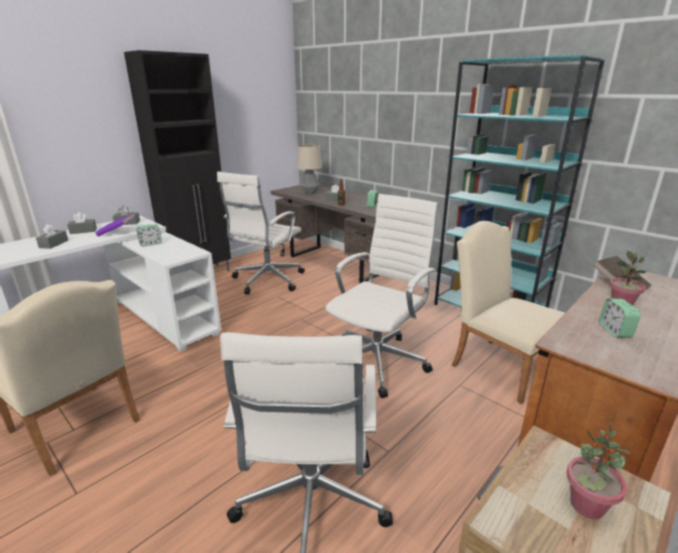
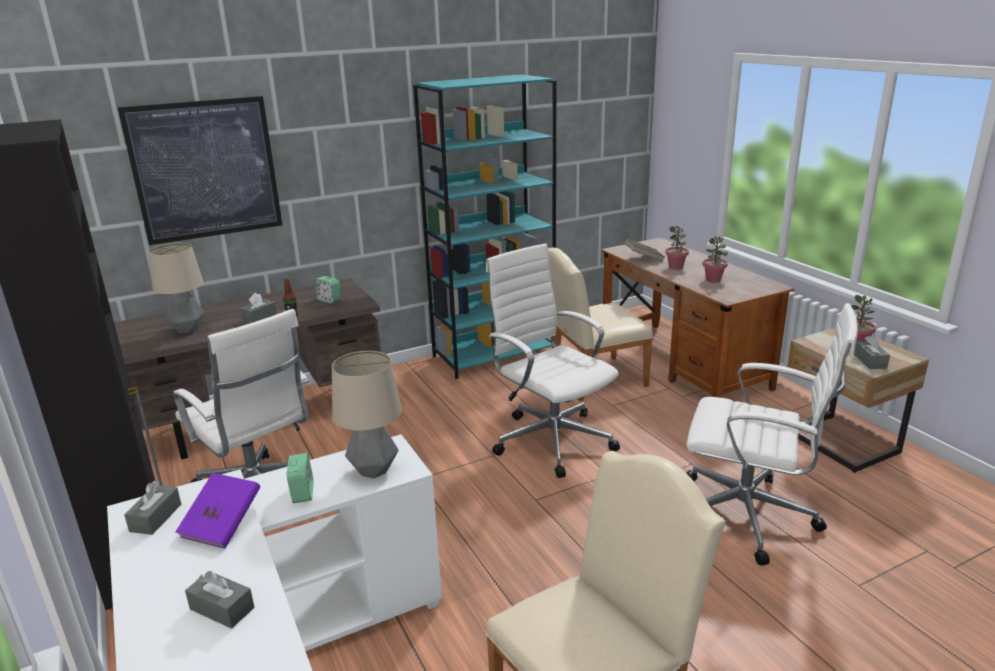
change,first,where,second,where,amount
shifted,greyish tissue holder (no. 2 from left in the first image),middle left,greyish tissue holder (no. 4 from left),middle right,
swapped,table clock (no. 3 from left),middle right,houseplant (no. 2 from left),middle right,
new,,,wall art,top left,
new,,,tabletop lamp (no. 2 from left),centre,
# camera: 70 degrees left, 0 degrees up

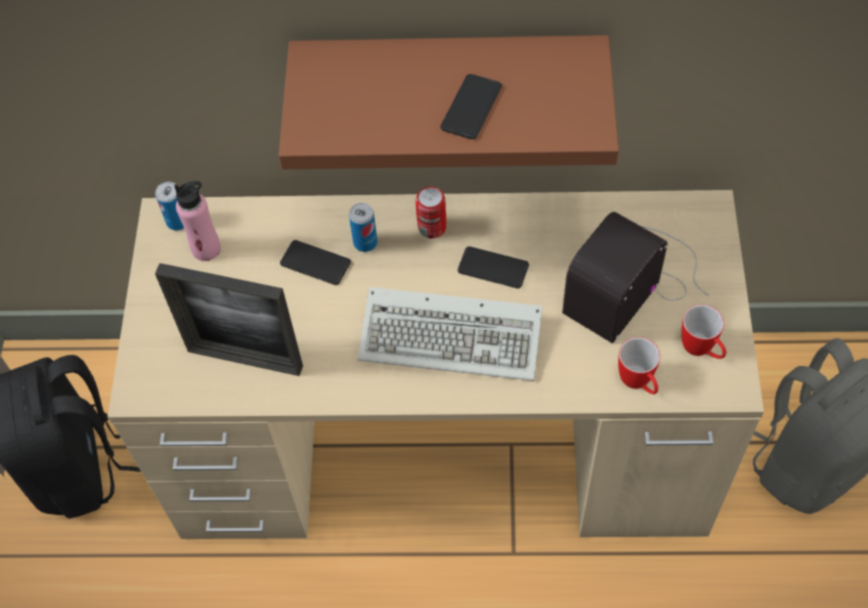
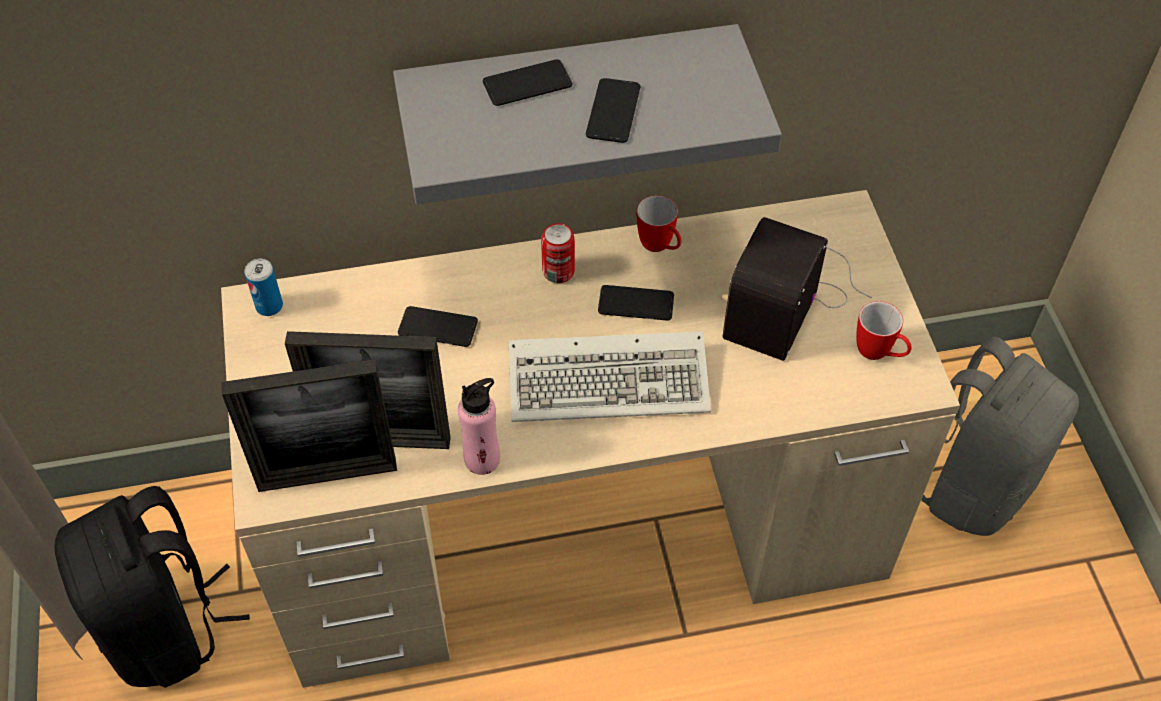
change,first,where,second,where,amount
shifted,pink-coloured drink bottle,middle left,,centre,
repainted,brown wall shelf,top centre,greyish wall shelf,top centre,
gone,sealed can (no. 2 from left),centre,,,
shifted,mug (no. 1 from left),middle right,,top centre,
new,,,standing frame (no. 1 from left),middle left,
new,,,telephone (no. 2 from left),top centre,
# camera: 15 degrees left, 5 degrees down

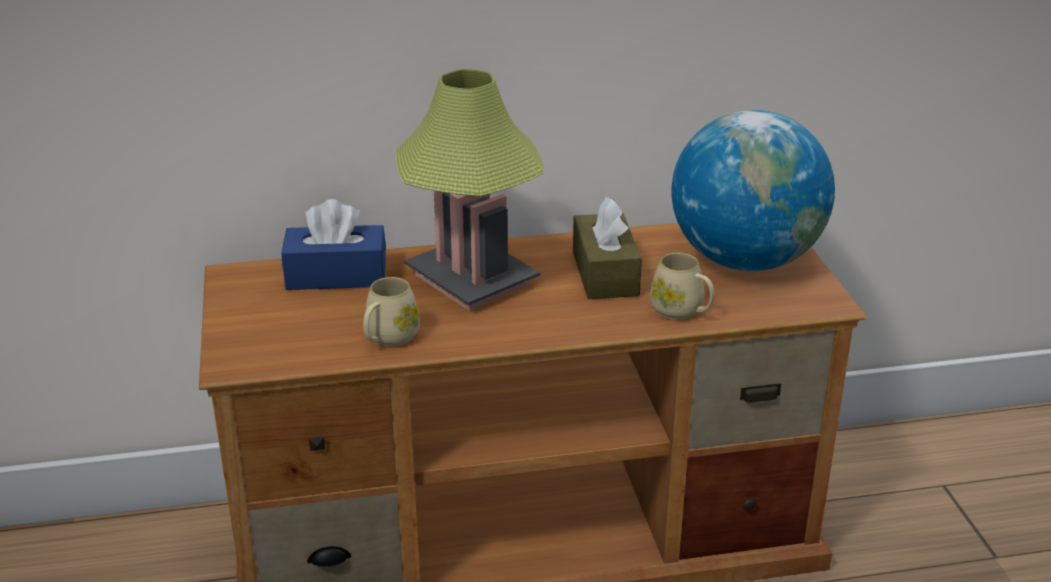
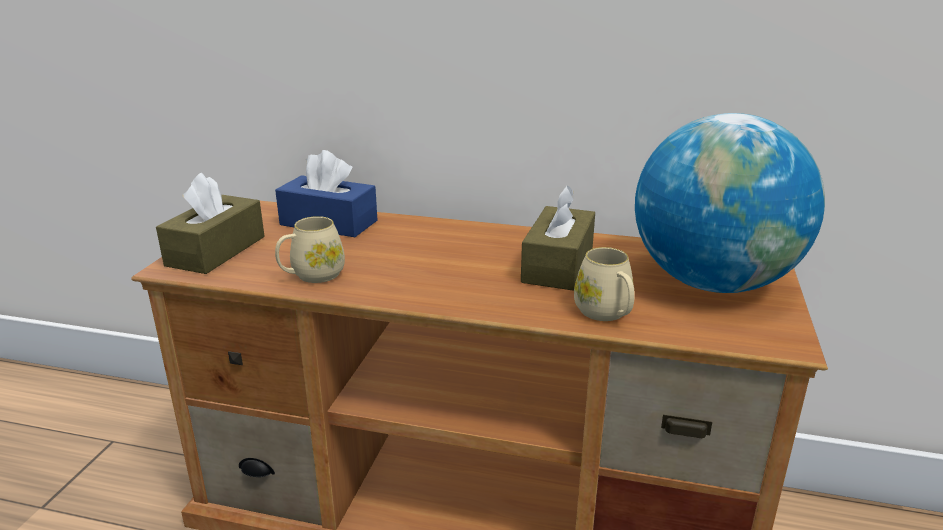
change,first,where,second,where,amount
gone,tabletop lamp,top centre,,,
new,,,brown tissue holder (no. 1 from left),middle left,
# camera: 25 degrees right, 5 degrees down

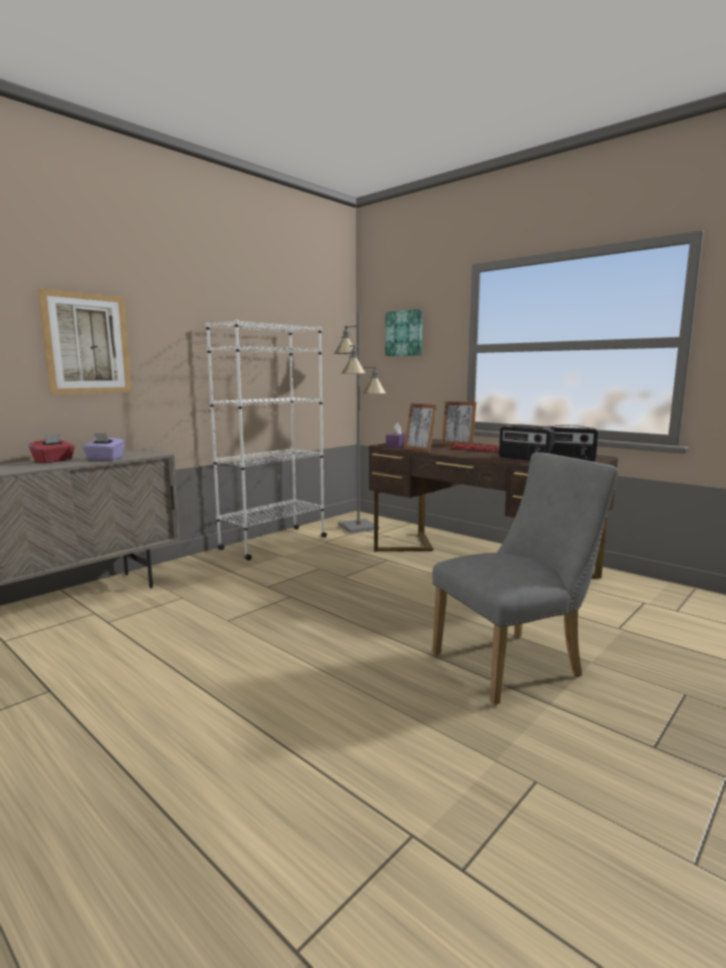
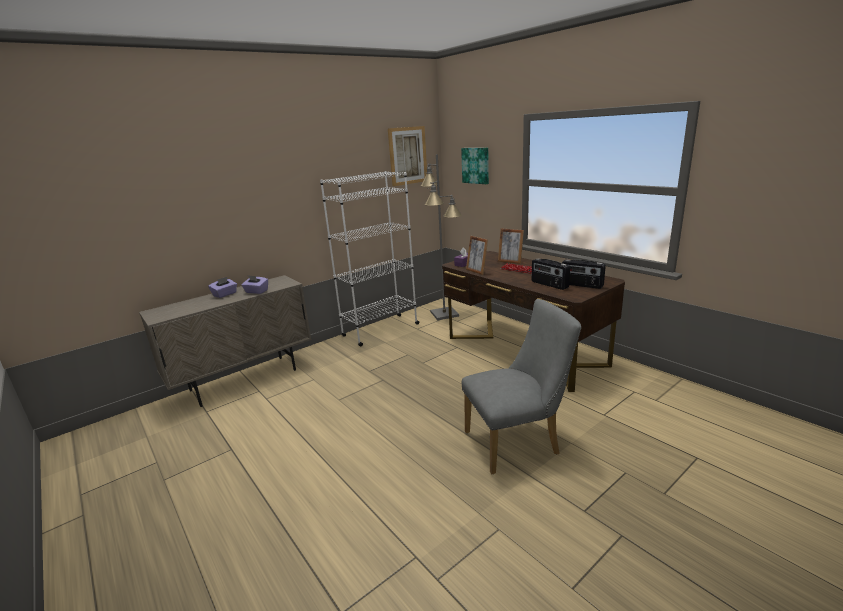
change,first,where,second,where,amount
repainted,red tissue holder,middle left,purplish tissue holder (no. 1 from left),middle left,
shifted,wall art (no. 1 from left),middle left,,top centre,
# camera: 10 degrees right, 10 degrees up

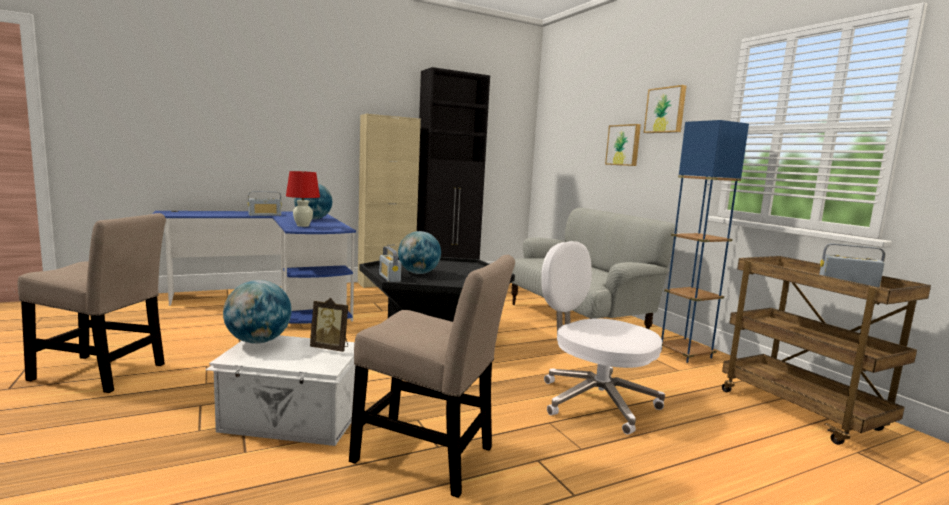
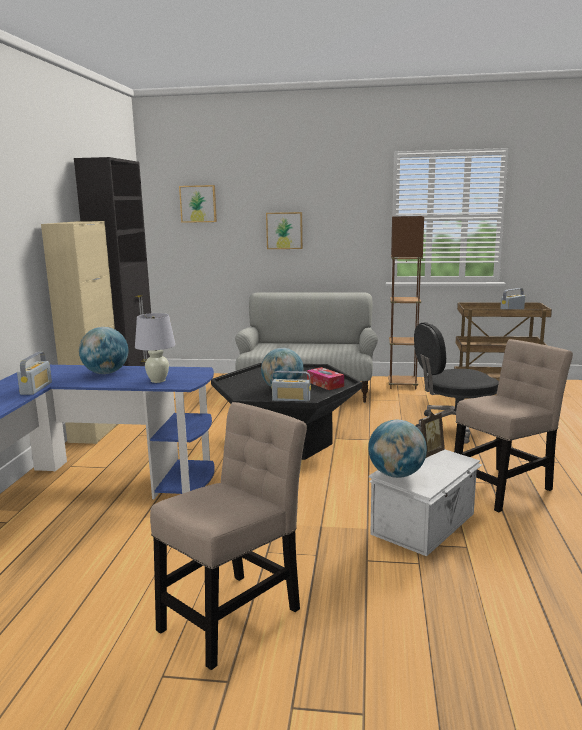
change,first,where,second,where,amount
repainted,red tabletop lamp,middle left,white tabletop lamp,middle left,
repainted,white computer chair,bottom centre,black-coloured computer chair,middle right,
shifted,wall art (no. 2 from left in the first image),top right,wall art (no. 1 from left),top centre,
repainted,blue-coloured floor lamp,middle right,brown floor lamp,middle right,
new,,,tissue holder,centre,
# camera: 55 degrees left, 5 degrees up

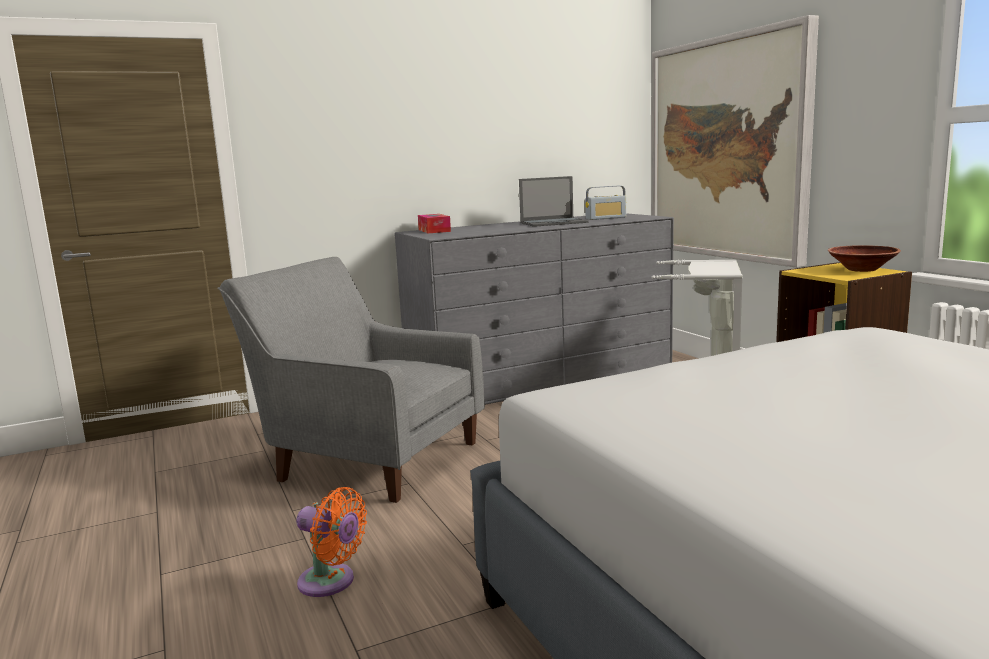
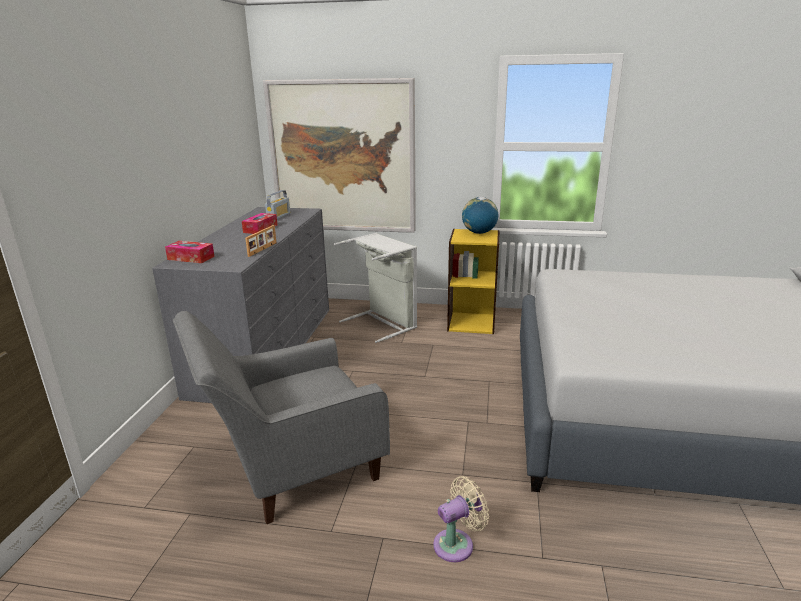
change,first,where,second,where,amount
repainted,orange-coloured electric fan,bottom centre,sand-coloured electric fan,bottom centre,
swapped,laptop,top centre,tissue holder (no. 2 from left),middle left,
swapped,brown serving bowl,middle right,desk globe,centre,
new,,,standing frame,middle left,
# camera: 55 degrees left, 10 degrees up

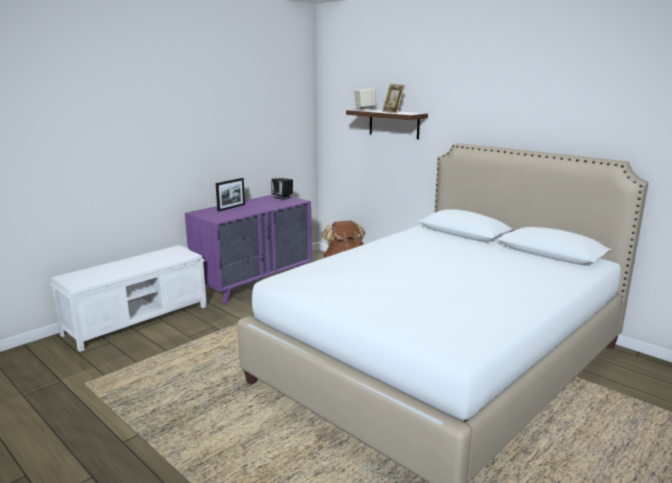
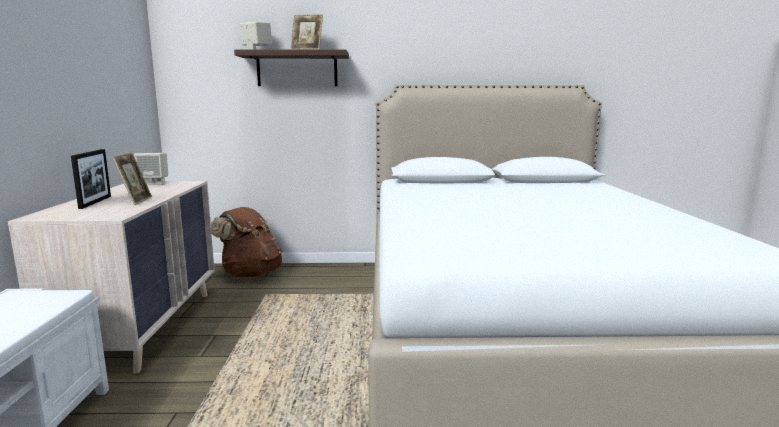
change,first,where,second,where,amount
repainted,purplish dresser,centre,sand-coloured dresser,middle left,
repainted,black-coloured loudspeaker,centre,sand-coloured loudspeaker (no. 1 from left),middle left,
new,,,standing frame (no. 2 from left),middle left,
# camera: 45 degrees left, 5 degrees down

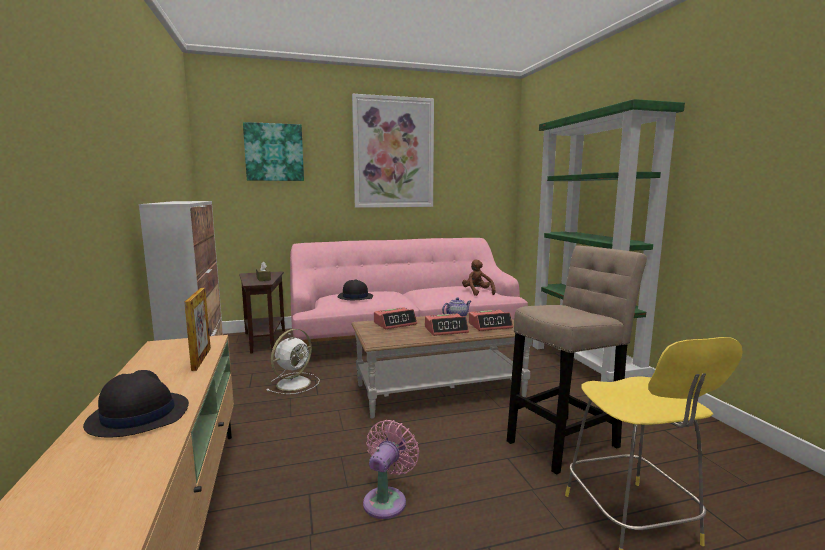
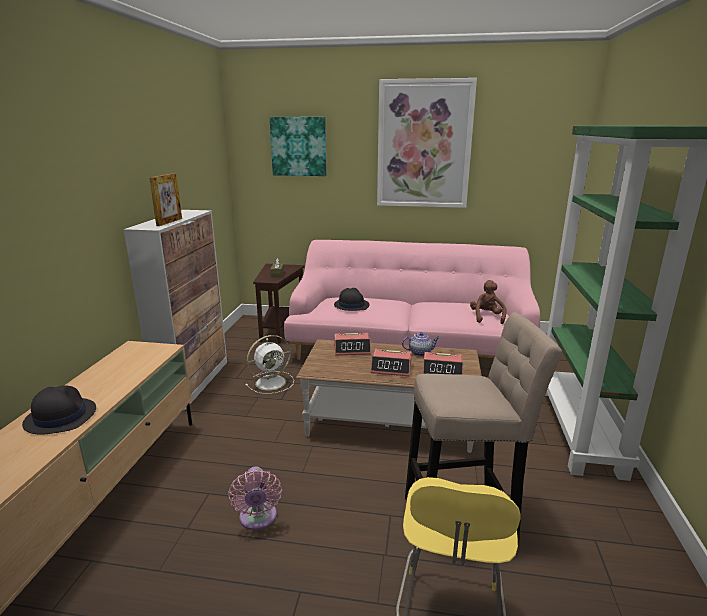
change,first,where,second,where,amount
shifted,standing frame,middle left,,top left,
rotated,pink-coloured electric fan,bottom centre,,bottom centre,120 degrees clockwise
# camera: 25 degrees right, 10 degrees up

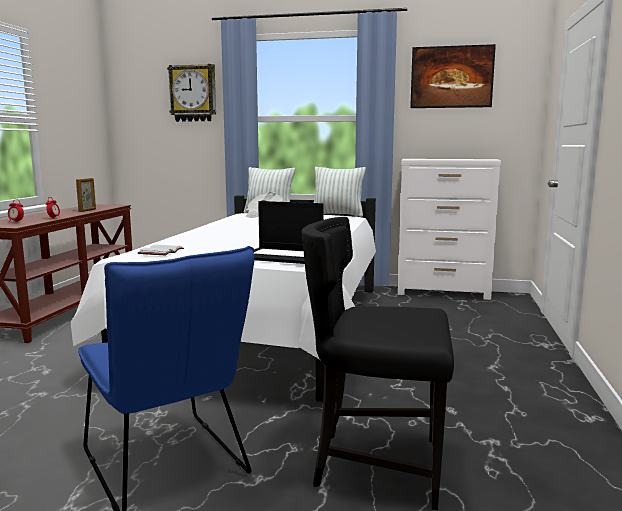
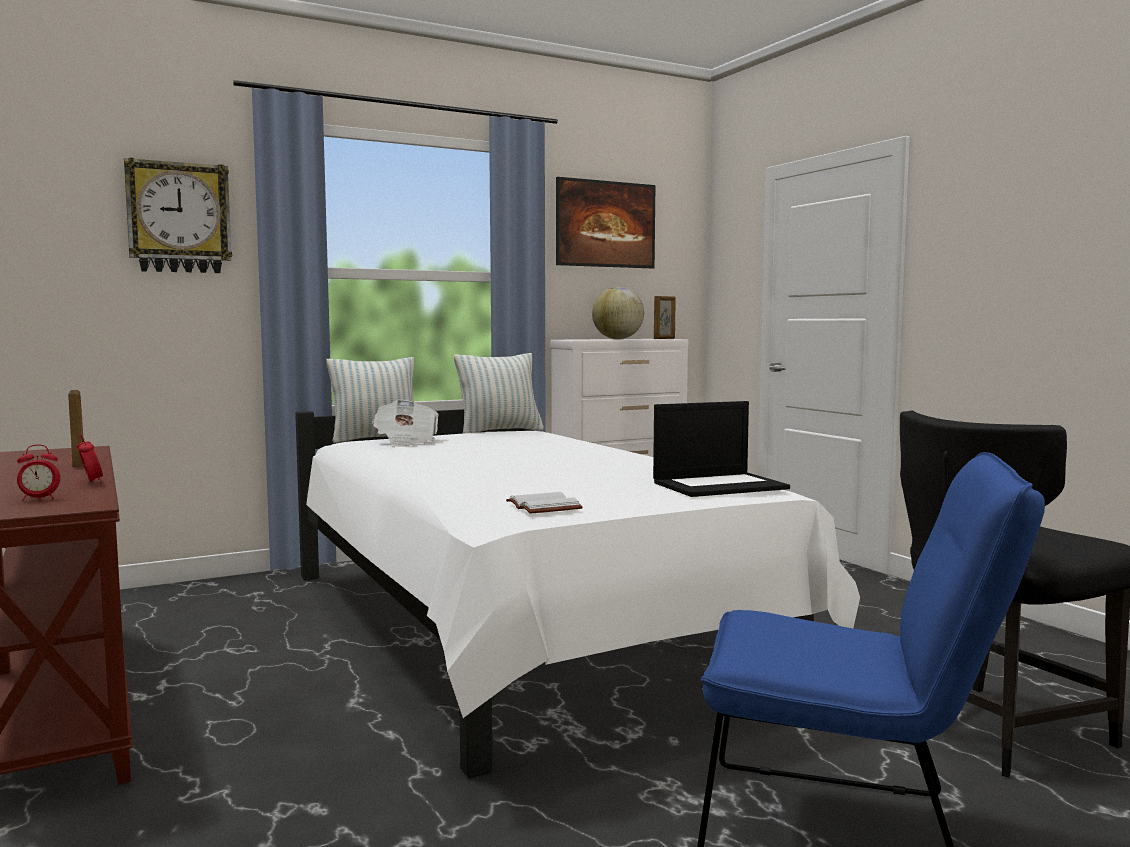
change,first,where,second,where,amount
new,,,desk globe,centre,
new,,,standing frame (no. 2 from left),centre,
# camera: 40 degrees left, 5 degrees down

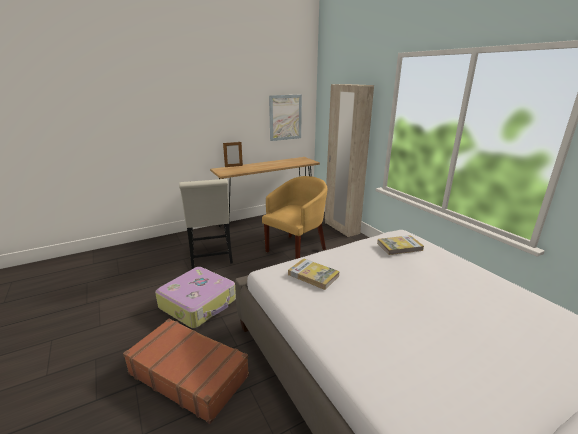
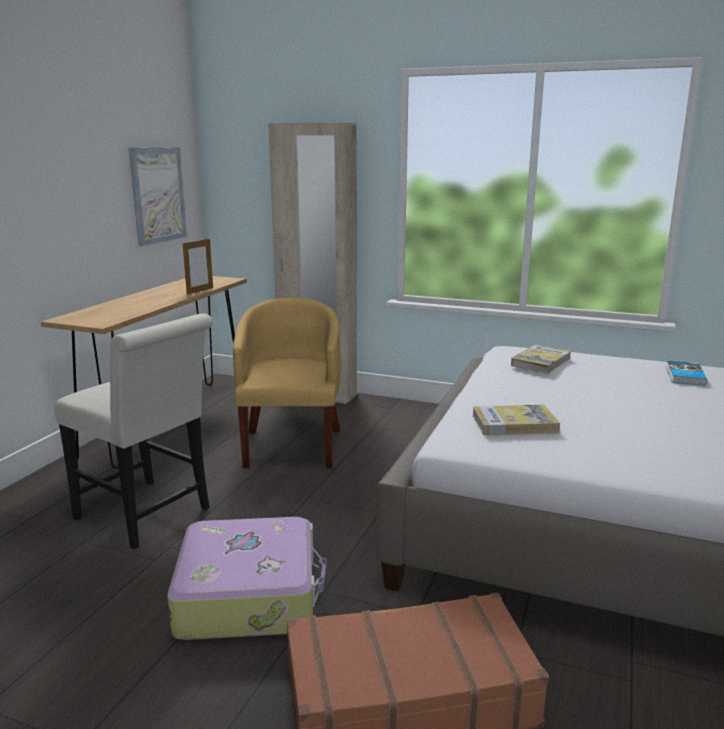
change,first,where,second,where,amount
shifted,standing frame,centre,,middle left,
new,,,volume (no. 3 from left),middle right,
# camera: 40 degrees left, 5 degrees down

